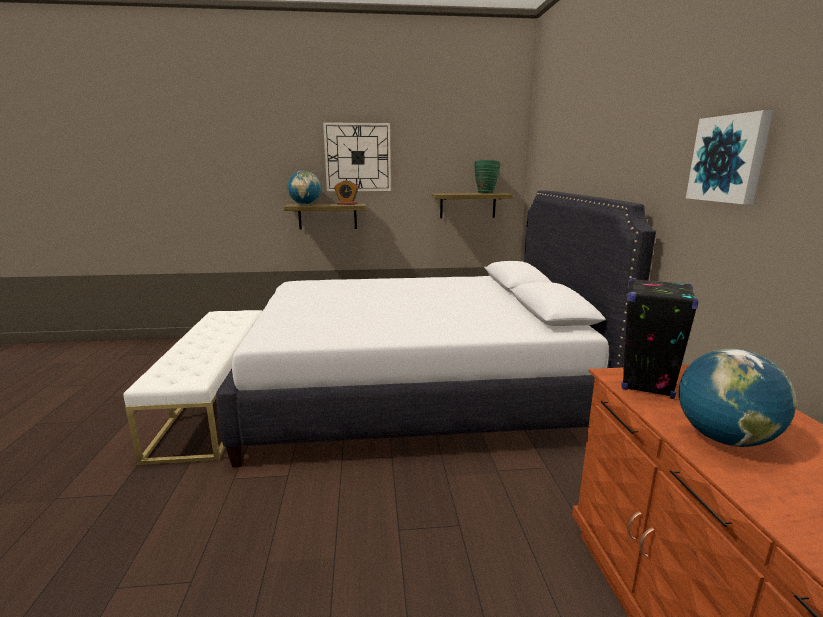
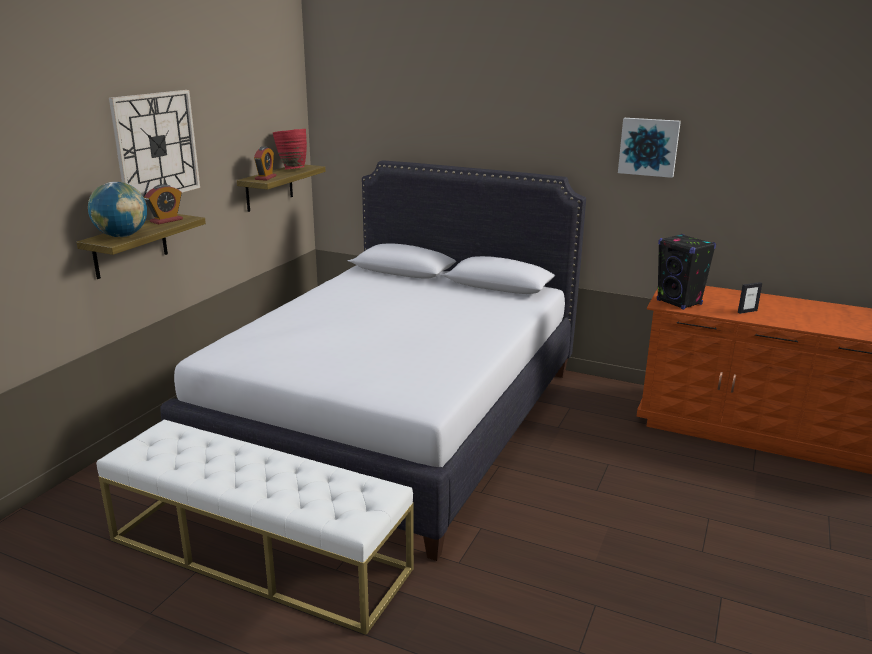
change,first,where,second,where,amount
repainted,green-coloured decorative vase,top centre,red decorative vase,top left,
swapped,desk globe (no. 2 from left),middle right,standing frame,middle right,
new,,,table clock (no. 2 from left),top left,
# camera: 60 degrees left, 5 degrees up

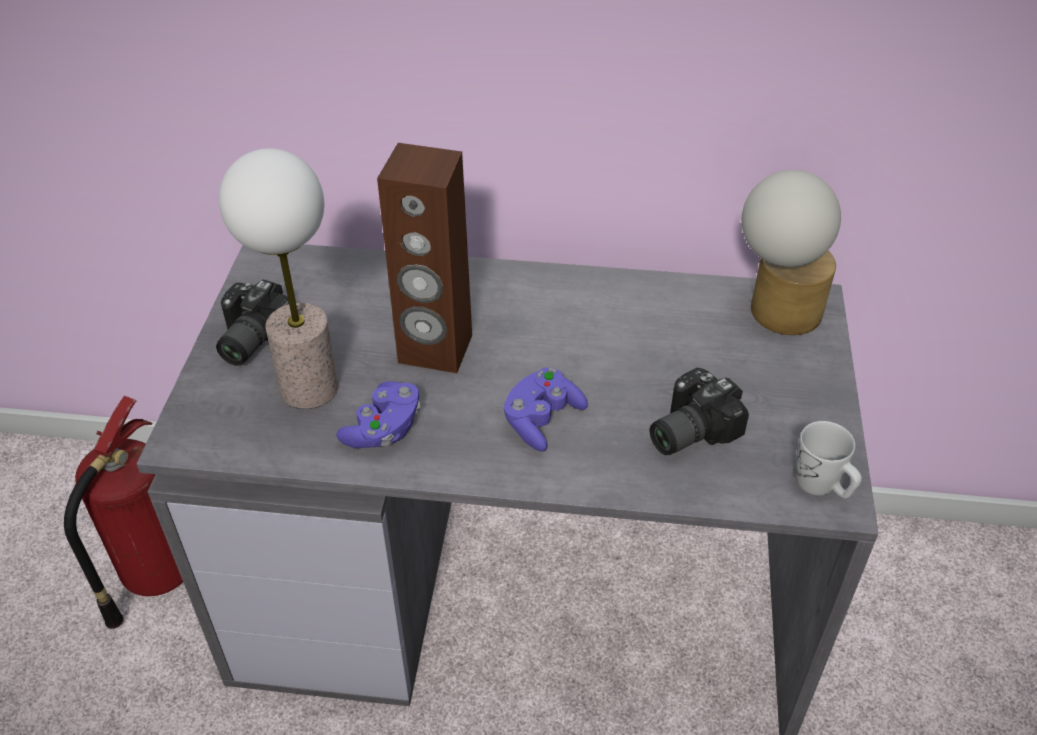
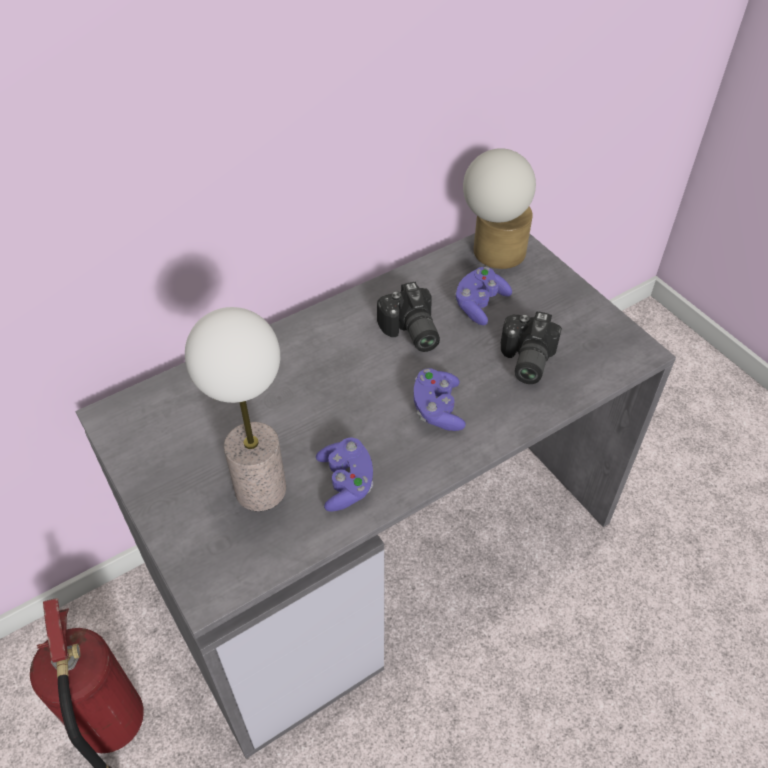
change,first,where,second,where,amount
shifted,photo camera (no. 1 from left),middle left,,centre,
gone,brown loudspeaker,centre,,,
gone,white mug,middle right,,,
new,,,purplish game controller (no. 3 from left),centre,
# camera: 40 degrees left, 5 degrees up

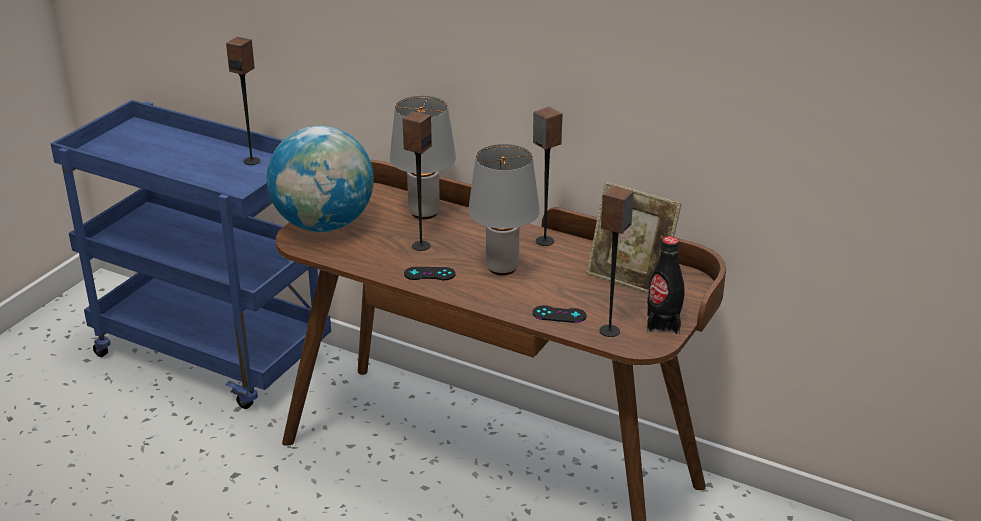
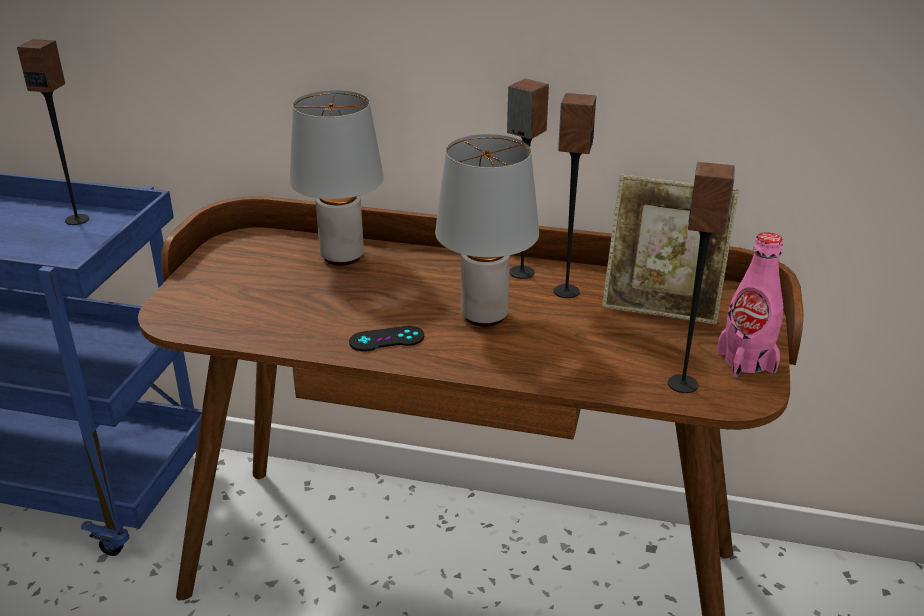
change,first,where,second,where,amount
gone,desk globe,middle left,,,
shifted,loudspeaker (no. 2 from left in the first image),centre,loudspeaker (no. 3 from left),top centre,
gone,black-coloured game controller (no. 2 from left),centre,,,
repainted,black-coloured drink bottle,middle right,pink-coloured drink bottle,middle right,
# camera: 15 degrees left, 0 degrees up

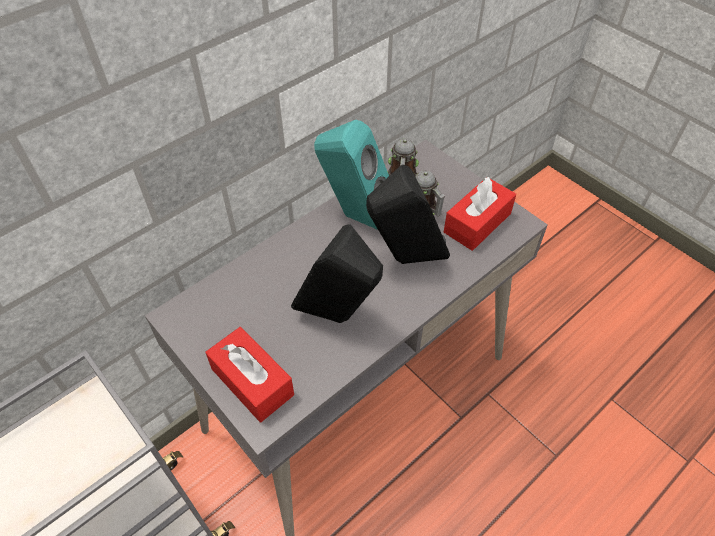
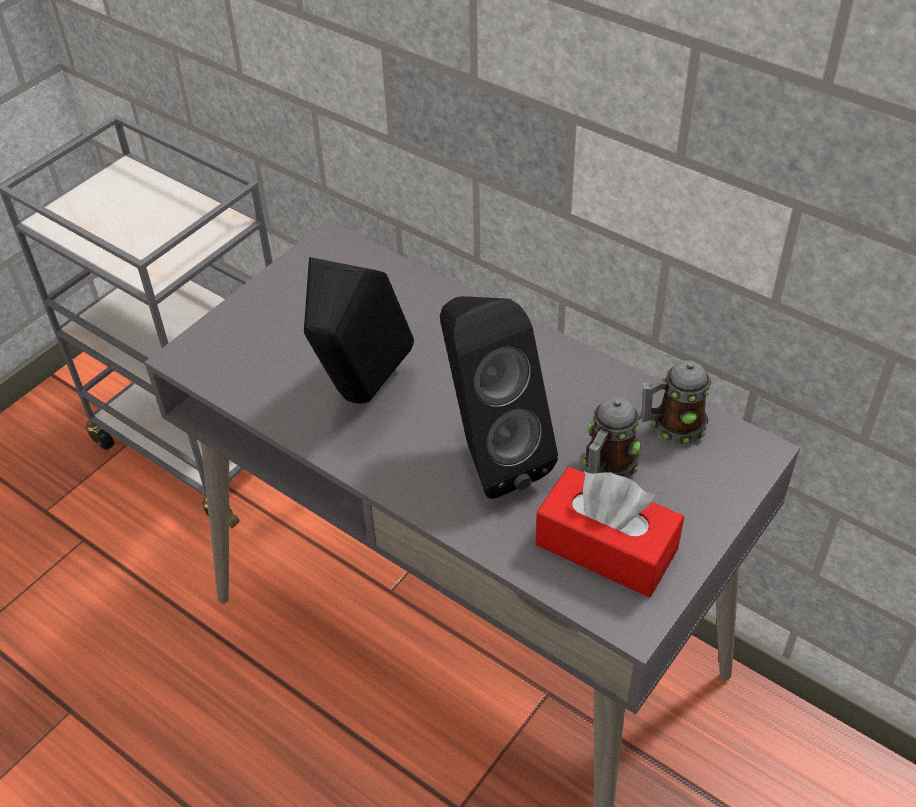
change,first,where,second,where,amount
gone,red tissue holder (no. 1 from left),bottom centre,,,
gone,turquoise loudspeaker,top centre,,,
# camera: 80 degrees right, 5 degrees down

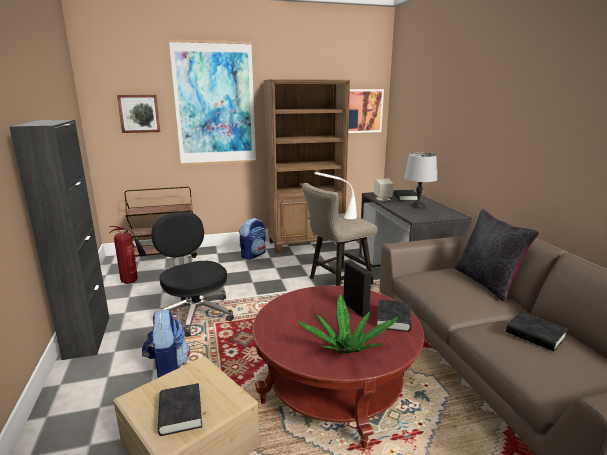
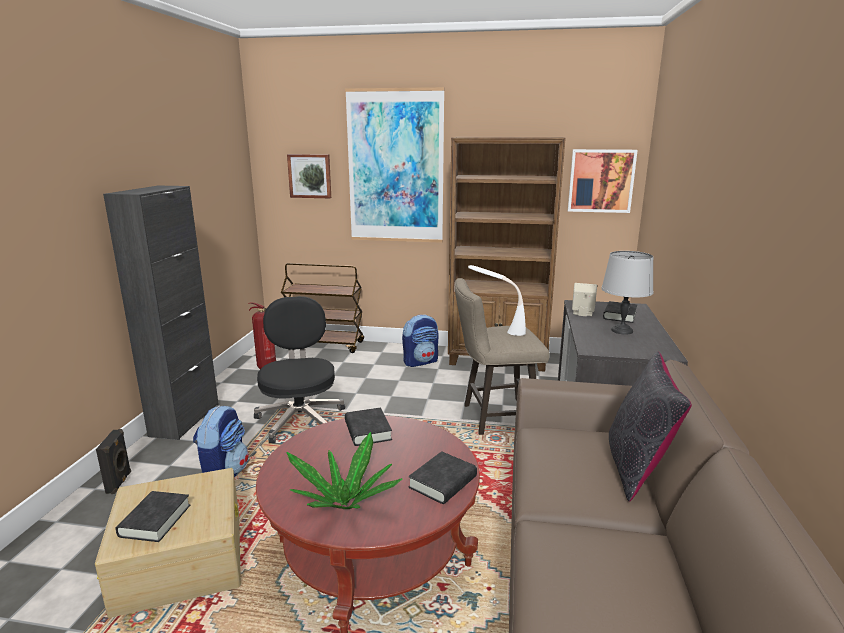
change,first,where,second,where,amount
shifted,black-coloured loudspeaker,centre,,bottom left,
shifted,black-coloured volume (no. 4 from left in the first image),bottom right,black-coloured volume (no. 2 from left),bottom centre,
# camera: 25 degrees right, 0 degrees up

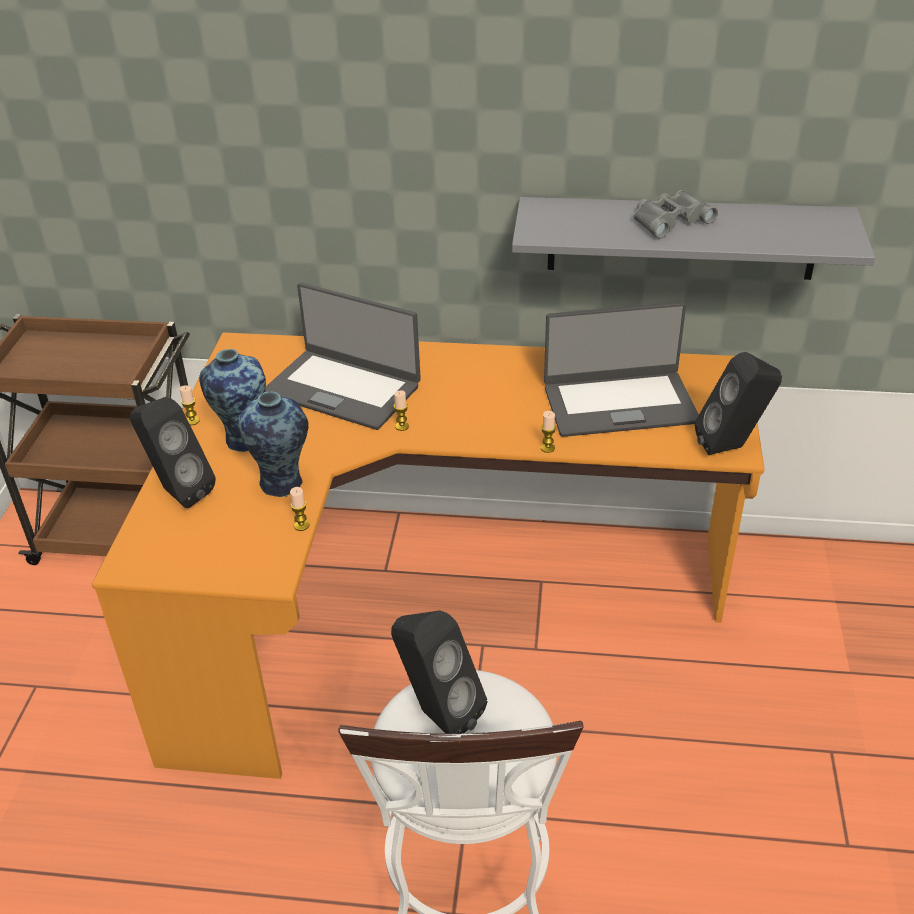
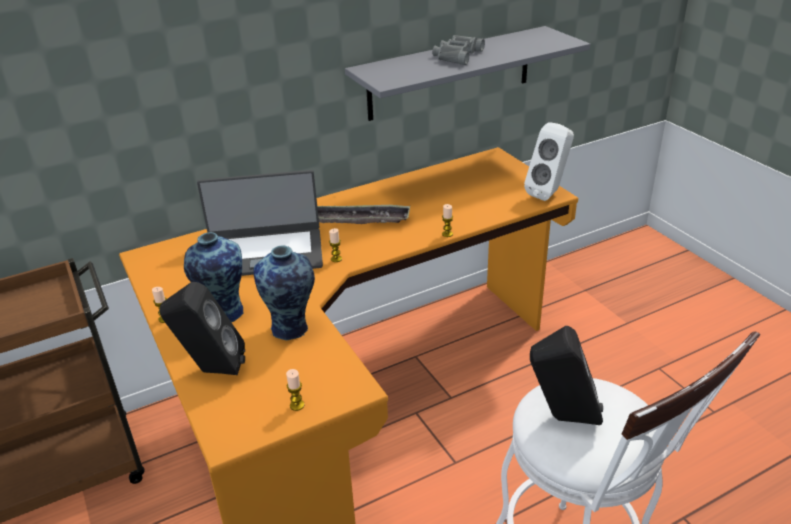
change,first,where,second,where,amount
shifted,candle (no. 2 from left),middle left,,bottom centre,
gone,laptop (no. 2 from left),middle right,,,
repainted,black-coloured loudspeaker (no. 3 from left),middle right,white loudspeaker,top right,
new,,,serving tray,centre,
# camera: 35 degrees left, 5 degrees down

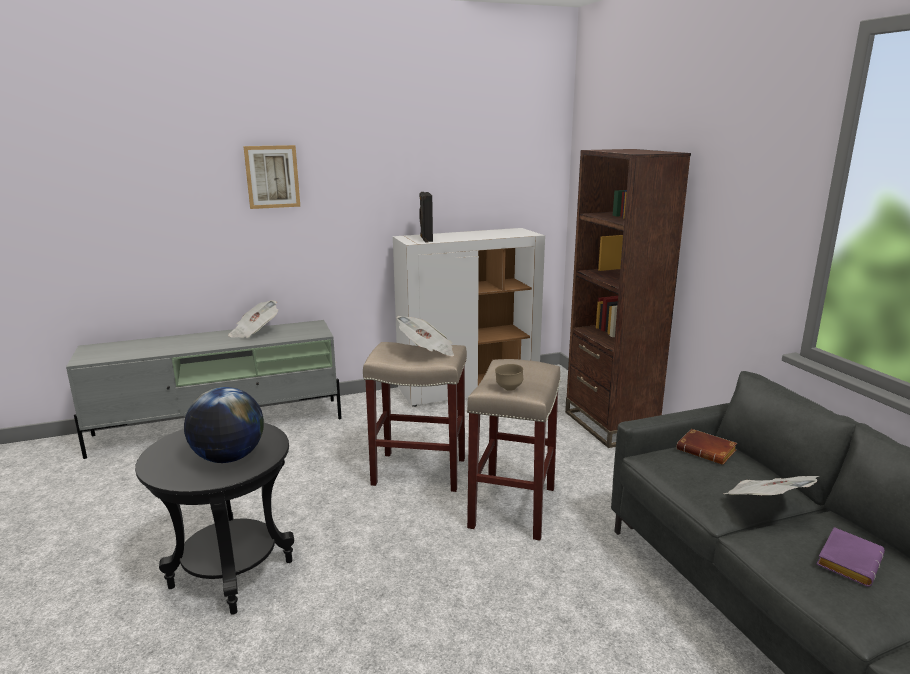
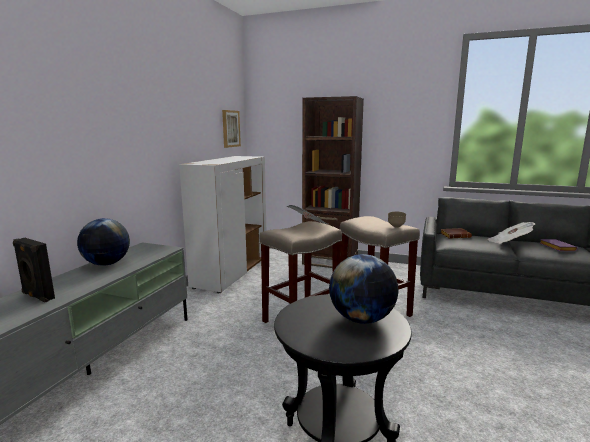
change,first,where,second,where,amount
swapped,printed paper (no. 1 from left),middle left,desk globe (no. 1 from left),middle left,
shifted,wall art,top left,,top centre,
shifted,black-coloured loudspeaker,top centre,,middle left,
# camera: 50 degrees left, 5 degrees down

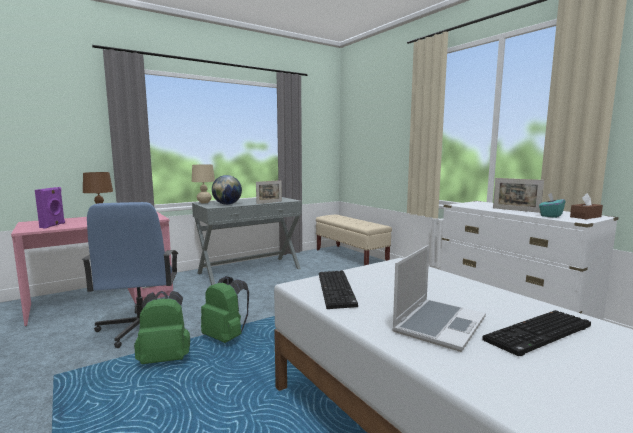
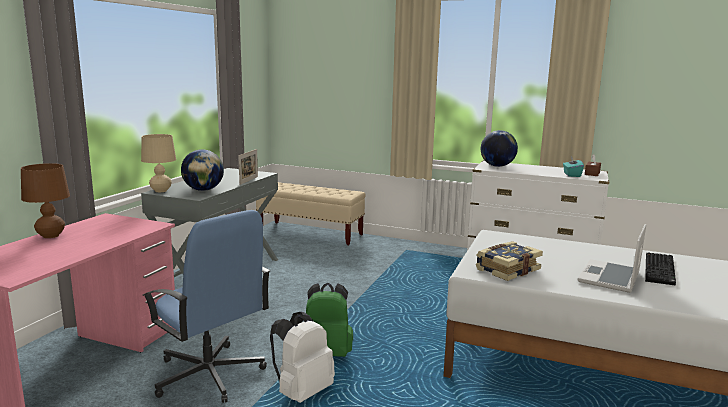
change,first,where,second,where,amount
gone,purplish loudspeaker,middle left,,,
repainted,green-coloured knapsack (no. 1 from left),bottom left,white knapsack,bottom centre,
swapped,computer keyboard (no. 1 from left),bottom centre,volume,middle right,
rotated,laptop,bottom right,,middle right,150 degrees counterclockwise
gone,standing frame (no. 2 from left),middle right,,,
new,,,desk globe (no. 2 from left),middle right,
# camera: 35 degrees left, 5 degrees up

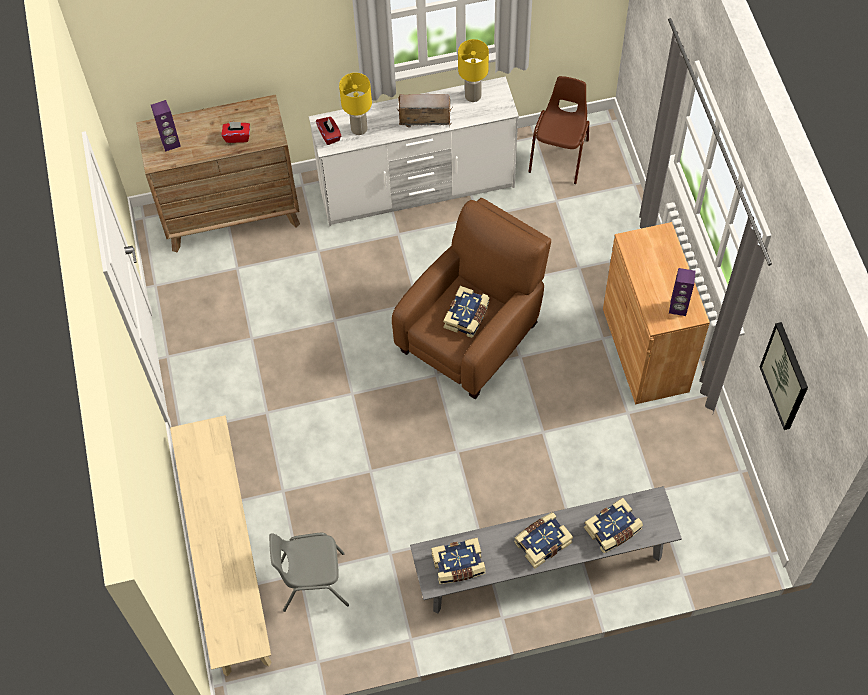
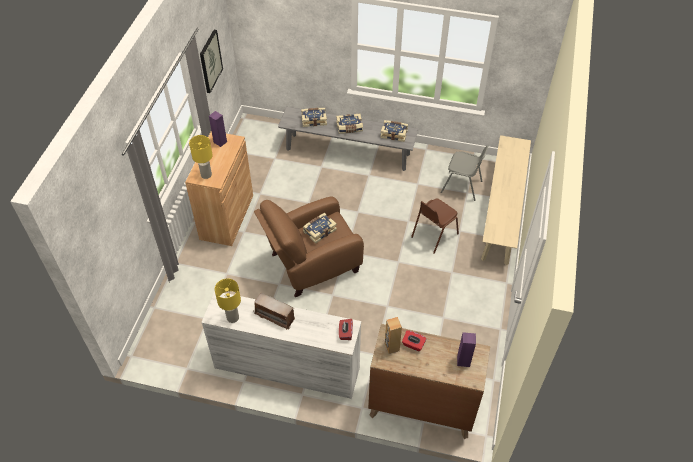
change,first,where,second,where,amount
shifted,yellow tabletop lamp (no. 1 from left),top centre,,middle left,
shifted,brown upright chair,top centre,,centre,
new,,,brown loudspeaker,bottom centre,
# camera: 155 degrees left, 10 degrees down

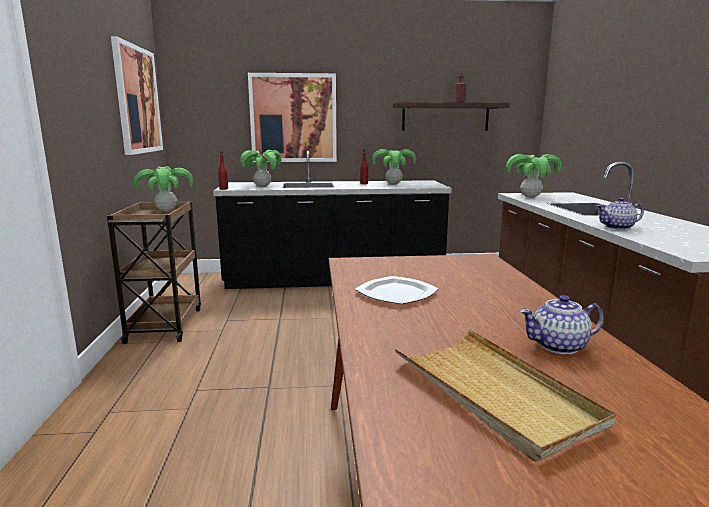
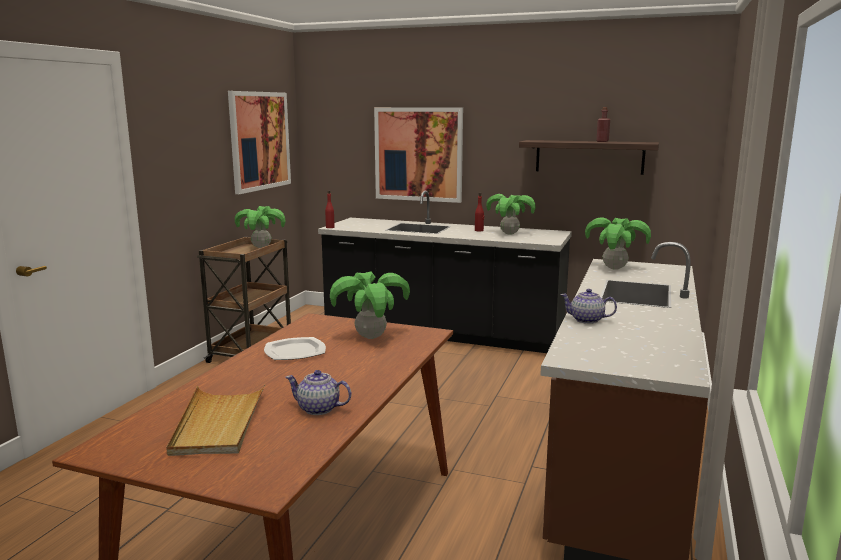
change,first,where,second,where,amount
shifted,houseplant (no. 2 from left),top centre,,centre,
# camera: 25 degrees right, 0 degrees up

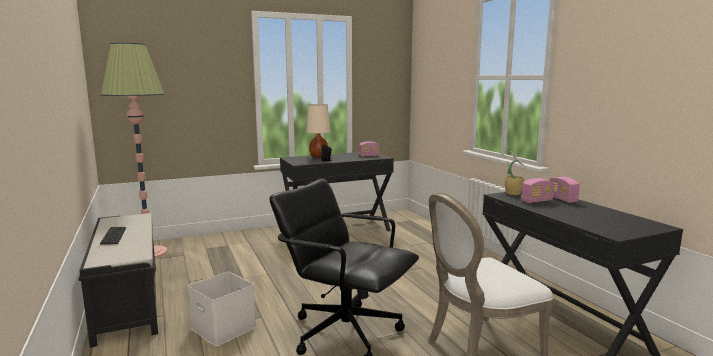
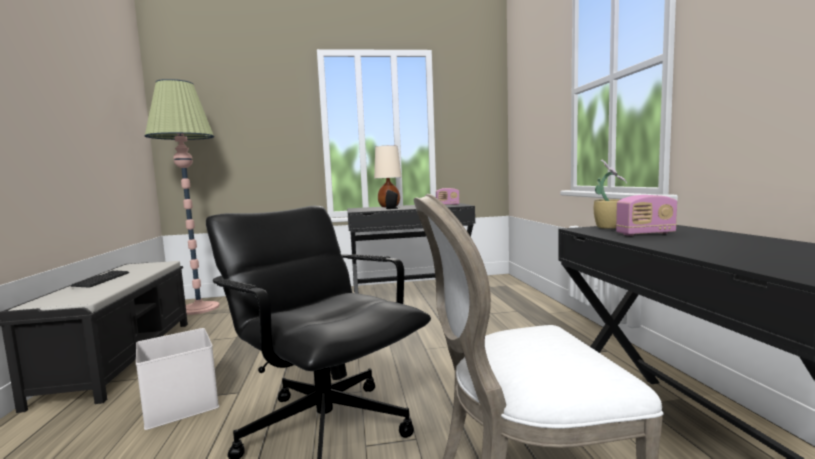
change,first,where,second,where,amount
gone,radio receiver (no. 3 from left),middle right,,,
# camera: 15 degrees right, 5 degrees down

